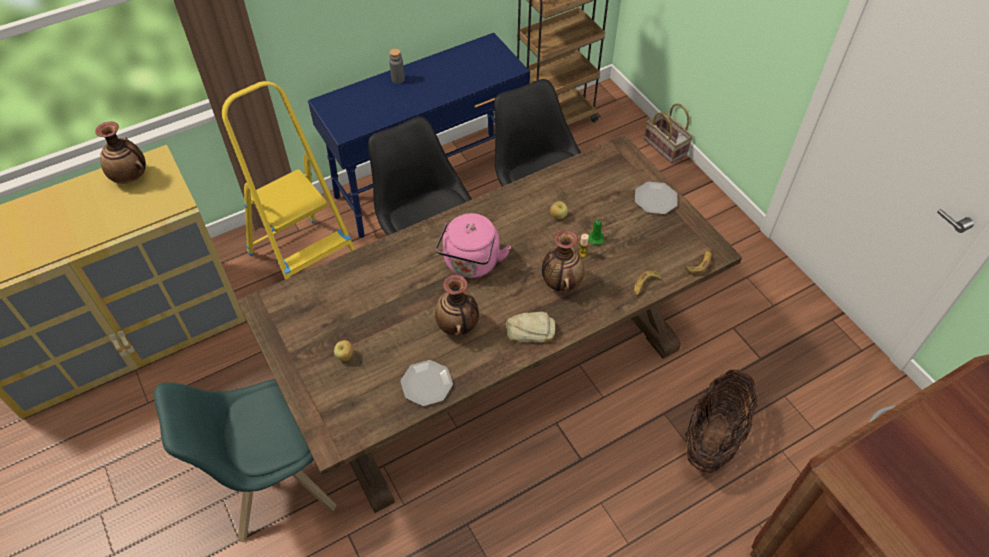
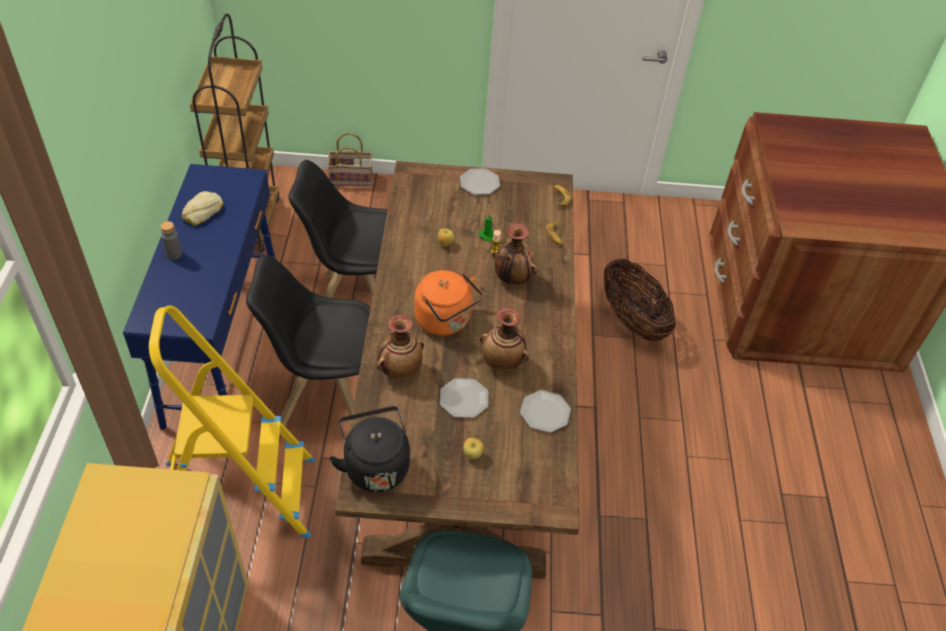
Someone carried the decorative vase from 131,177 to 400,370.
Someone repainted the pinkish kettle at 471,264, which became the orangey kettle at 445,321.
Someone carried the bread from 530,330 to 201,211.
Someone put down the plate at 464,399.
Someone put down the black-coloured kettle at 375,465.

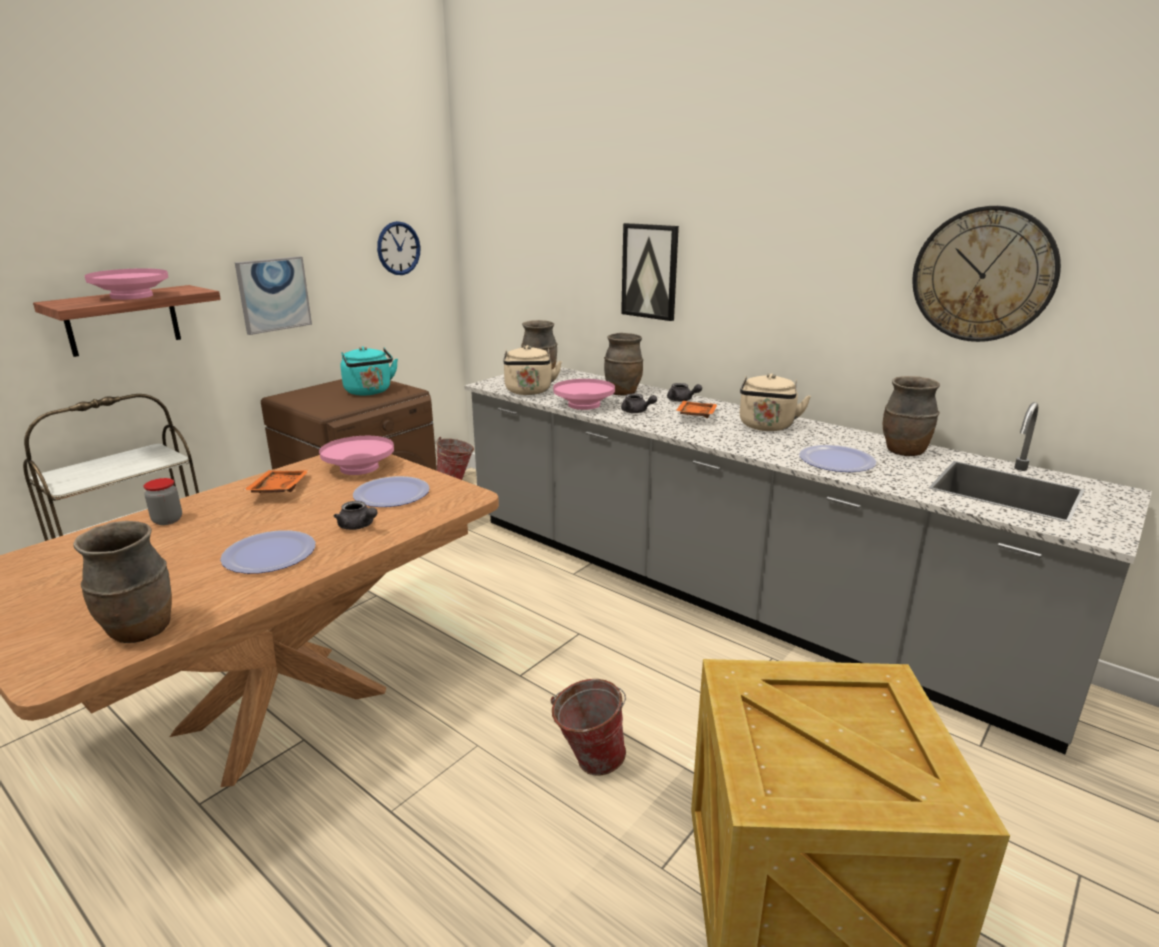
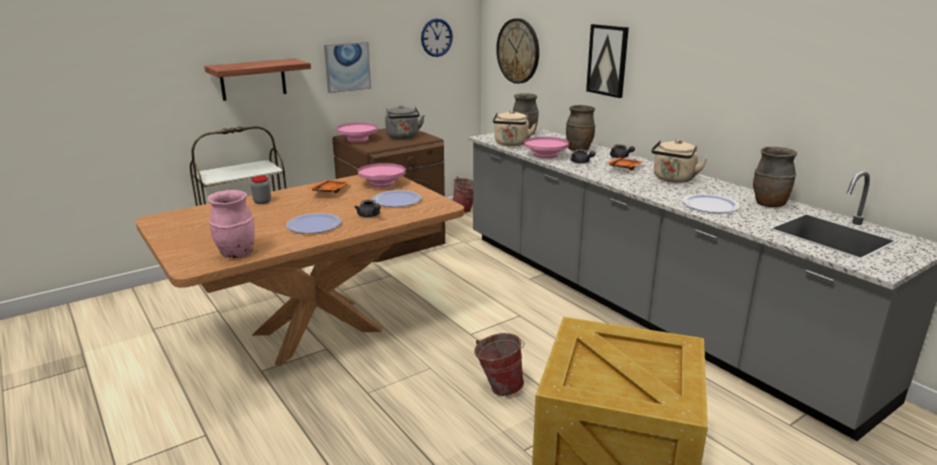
Someone carried the clock on the wall from 983,275 to 518,51.
Someone carried the pinkish serving bowl from 132,296 to 358,139.
Someone repainted the turquoise kettle at 369,392, which became the gray kettle at 403,137.
Someone repainted the brownish decorative vase at 141,631, which became the pinkish decorative vase at 237,254.

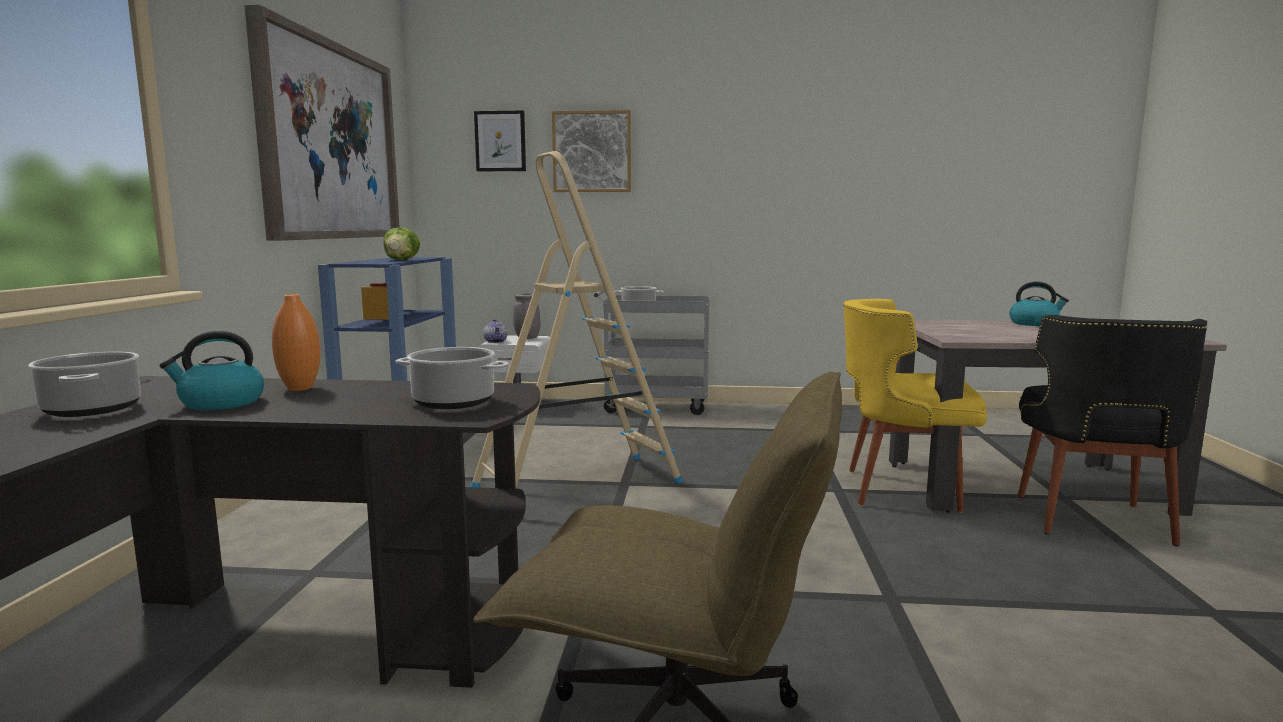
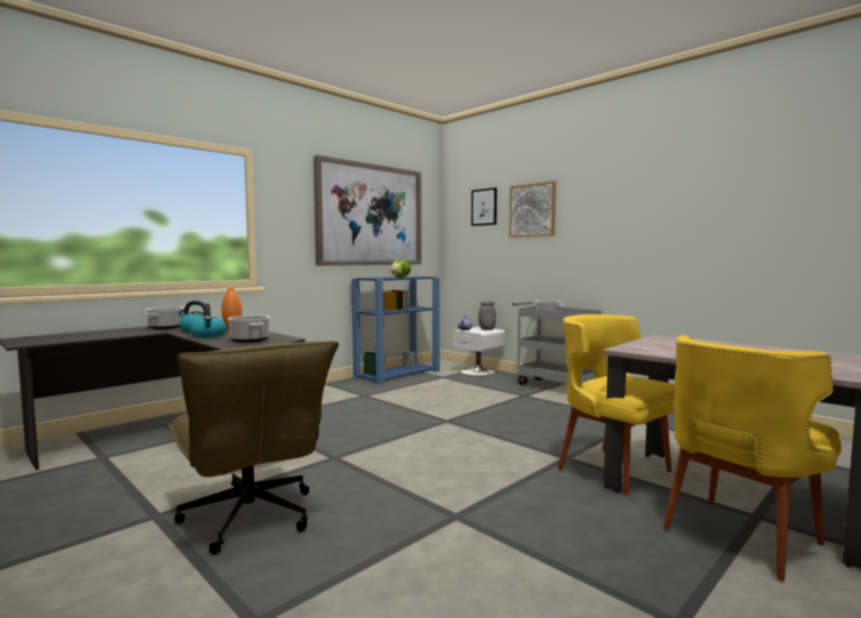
Someone took away the sand-coloured step stool at 578,484.
Someone carried the kettle from 1034,323 to 208,336.
Someone repainted the black-coloured upright chair at 1091,519, which became the yellow-coloured upright chair at 741,537.

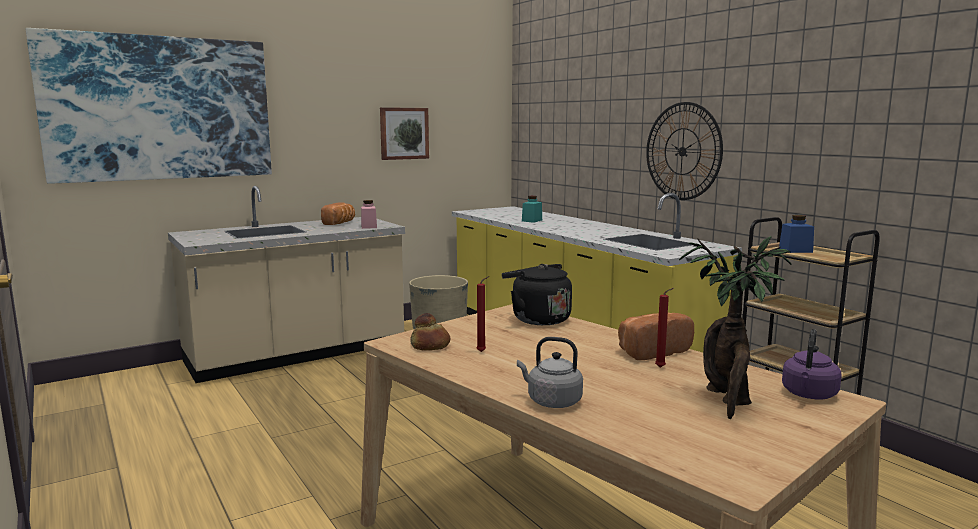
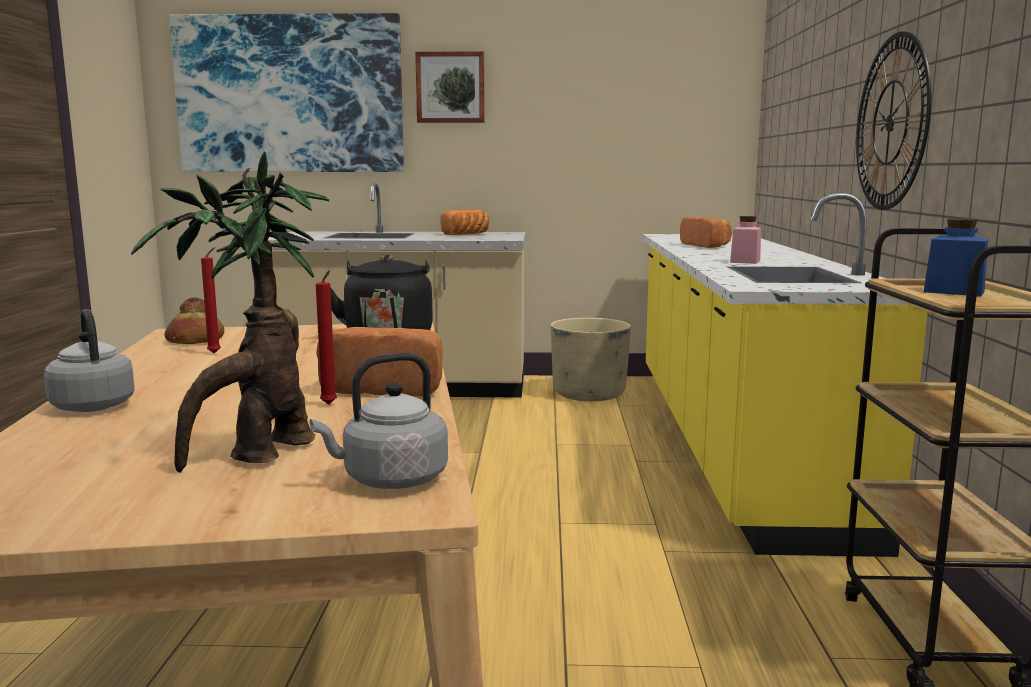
Someone carried the wall art from 404,133 to 450,87.
Someone swapped the turquoise preserve jar at 532,220 for the bread at 707,246.
Someone carried the pinkish preserve jar from 369,226 to 745,261.
Someone repainted the purple kettle at 808,395, which became the gray kettle at 390,480.

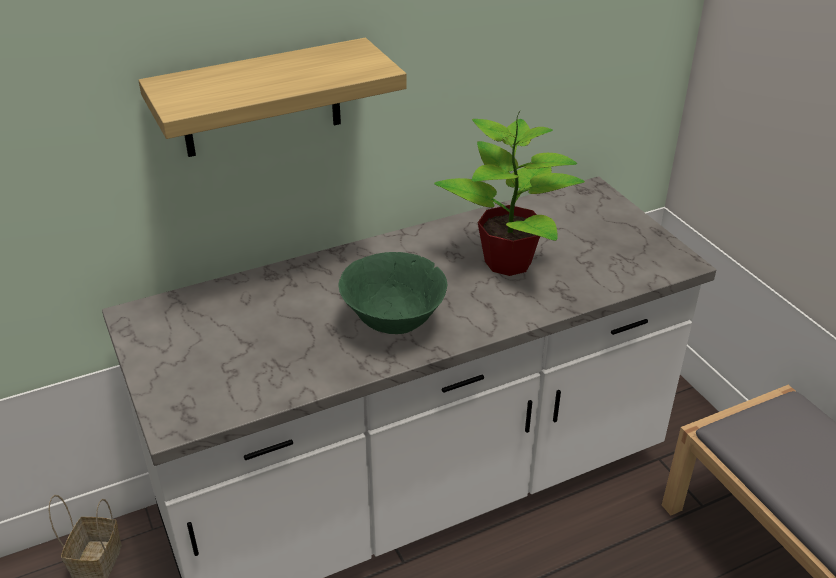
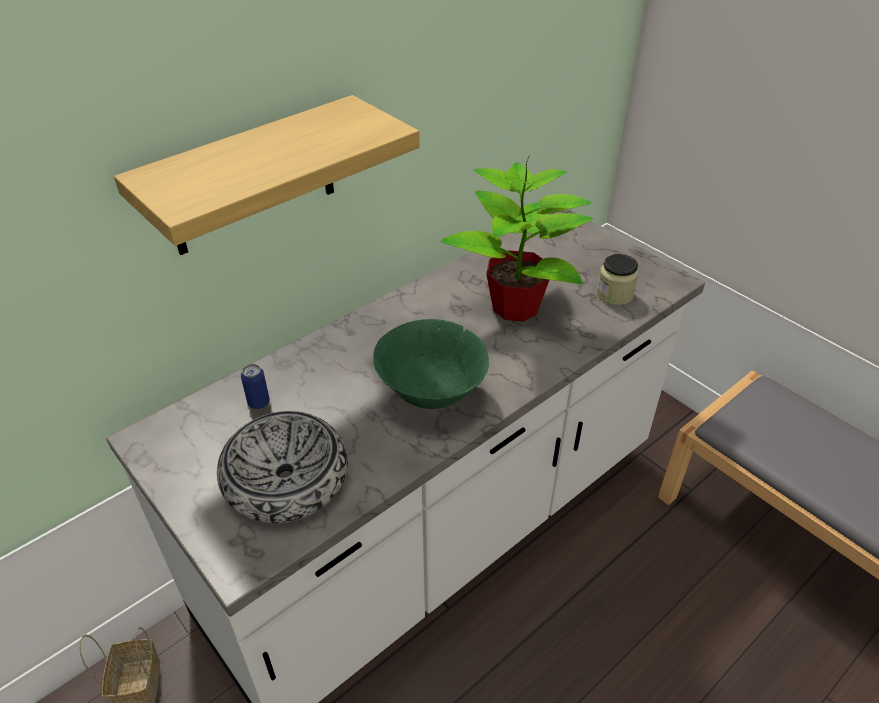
Someone put down the preserve jar at 614,294.
Someone put down the sealed can at 258,403.
Someone put down the serving bowl at 285,478.

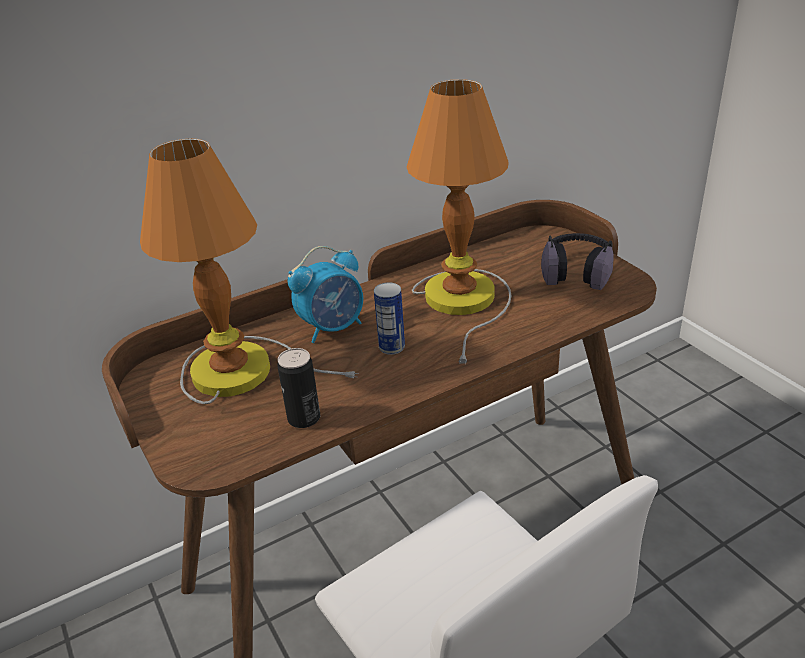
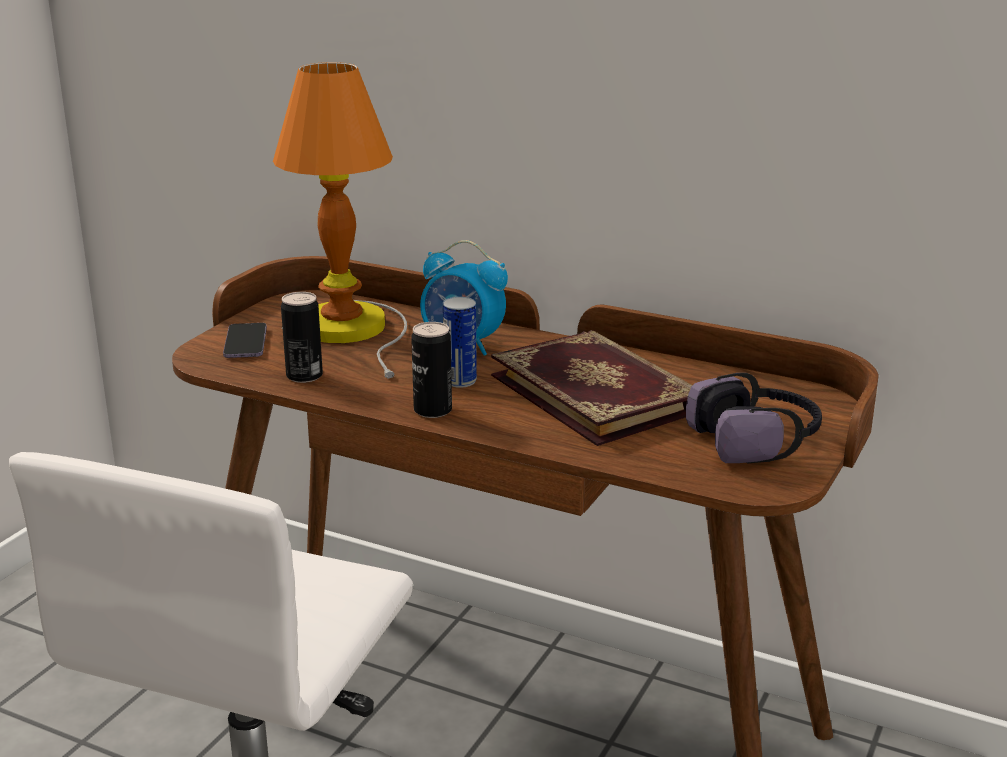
Someone swapped the table lamp at 464,300 for the book at 598,392.
Someone put down the sealed can at 433,410.
Someone put down the handset at 245,343.

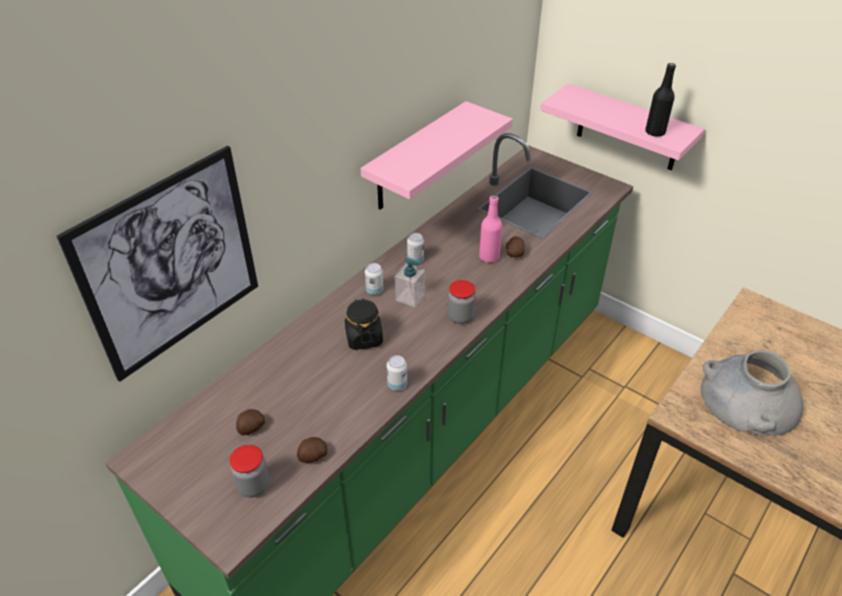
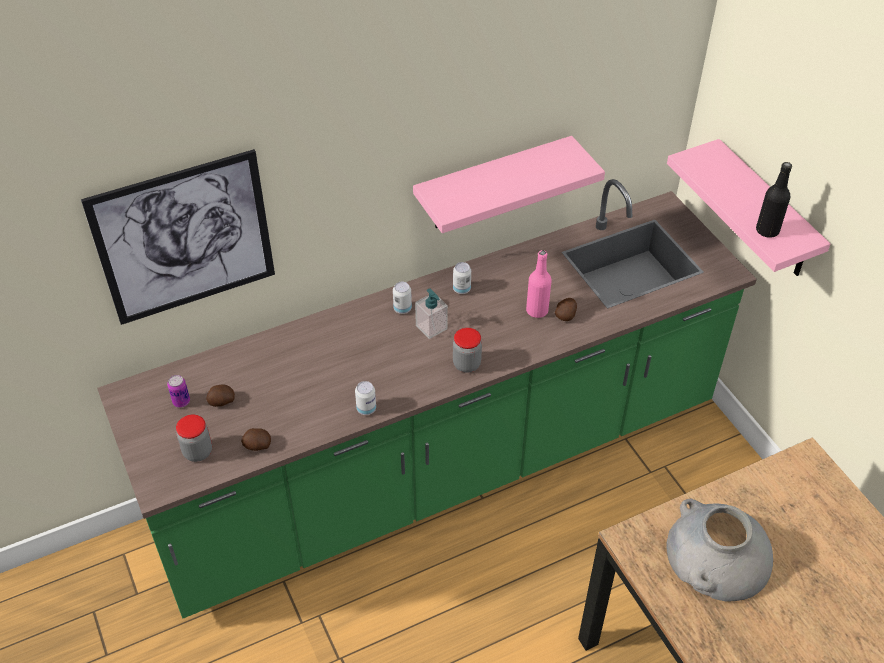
Someone took away the black-coloured preserve jar at 364,338.
Someone put down the sealed can at 181,401.

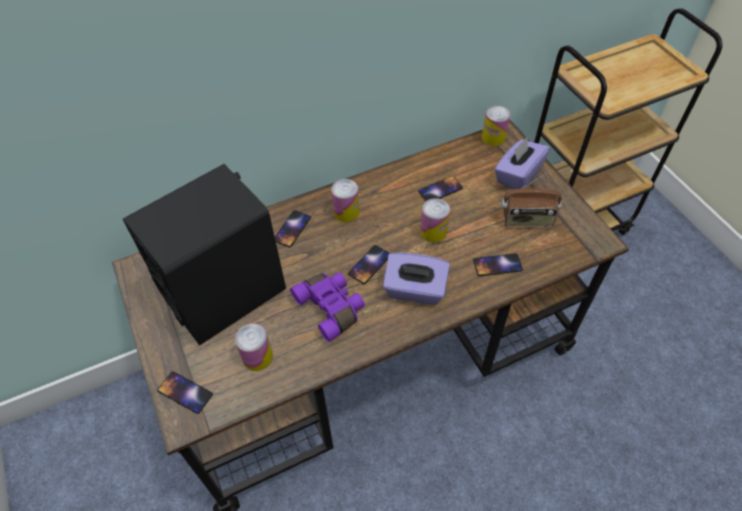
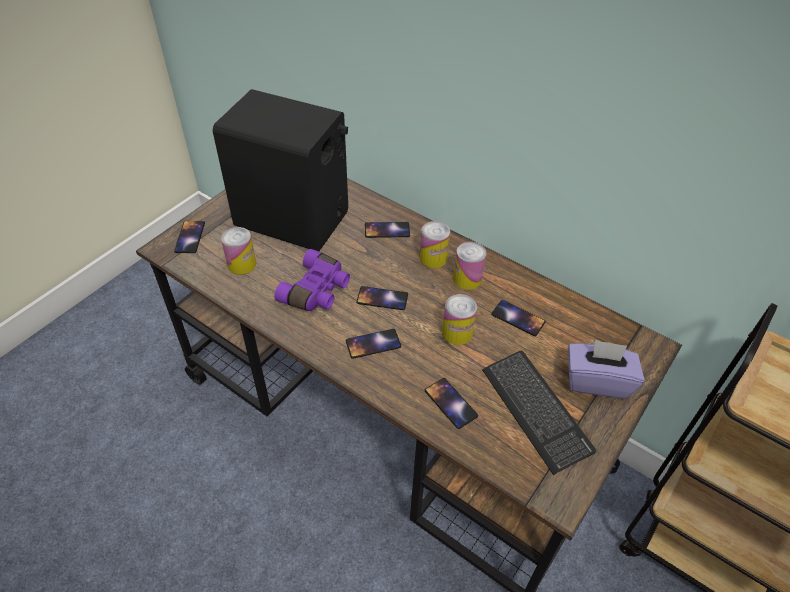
Someone carried the sealed can from 493,137 to 467,279.
Someone swapped the radio at 527,220 for the keyboard at 535,411.
Someone swapped the purple tissue holder at 415,290 for the handset at 373,344.

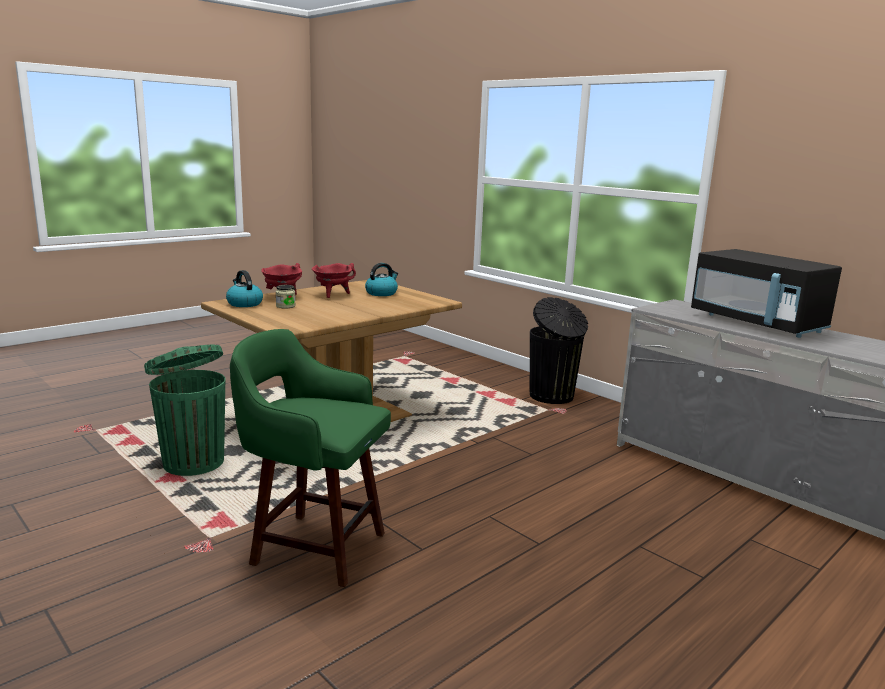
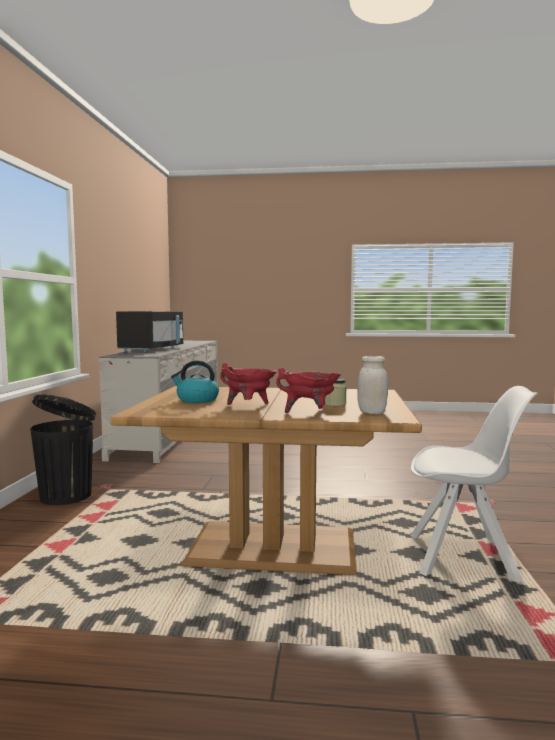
Someone swapped the kettle at 244,303 for the white-coloured preserve jar at 372,412.
Someone took away the greenish stool at 314,547.
Someone swapped the greenish trash can at 193,462 for the white-coloured upright chair at 463,557.

